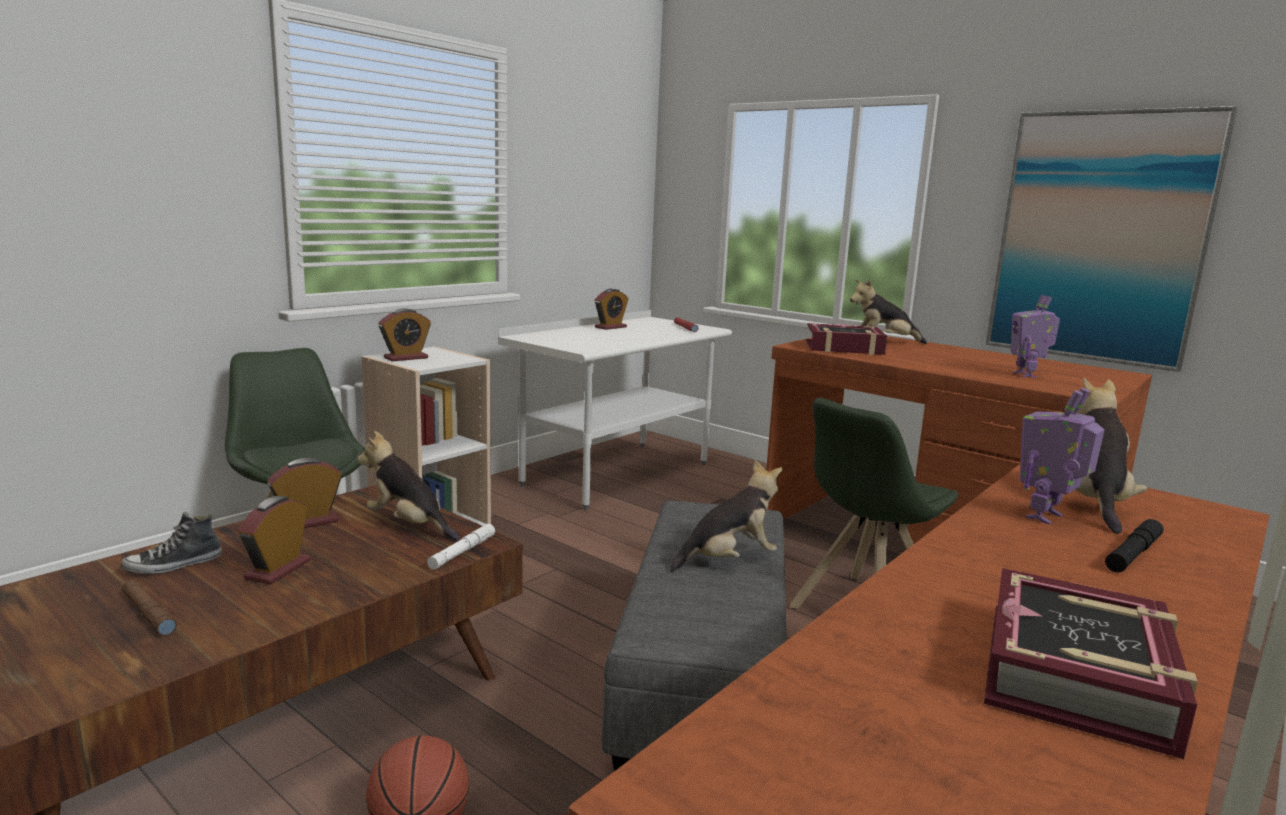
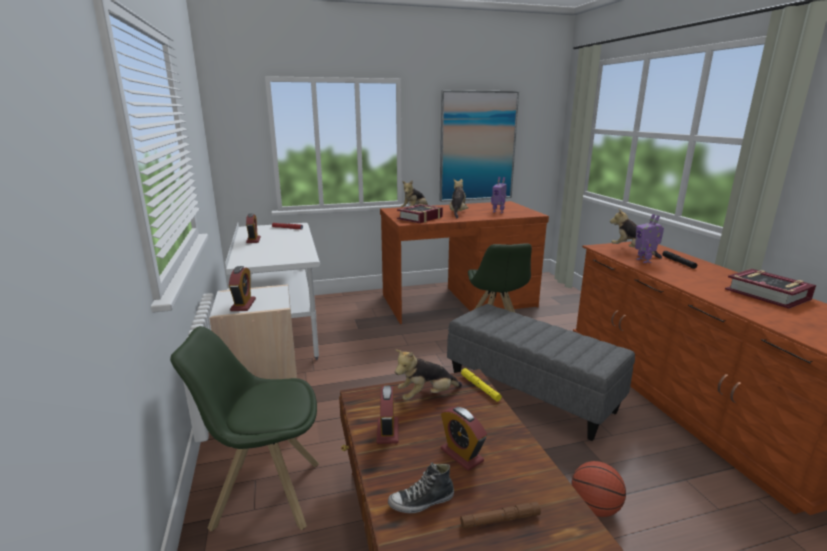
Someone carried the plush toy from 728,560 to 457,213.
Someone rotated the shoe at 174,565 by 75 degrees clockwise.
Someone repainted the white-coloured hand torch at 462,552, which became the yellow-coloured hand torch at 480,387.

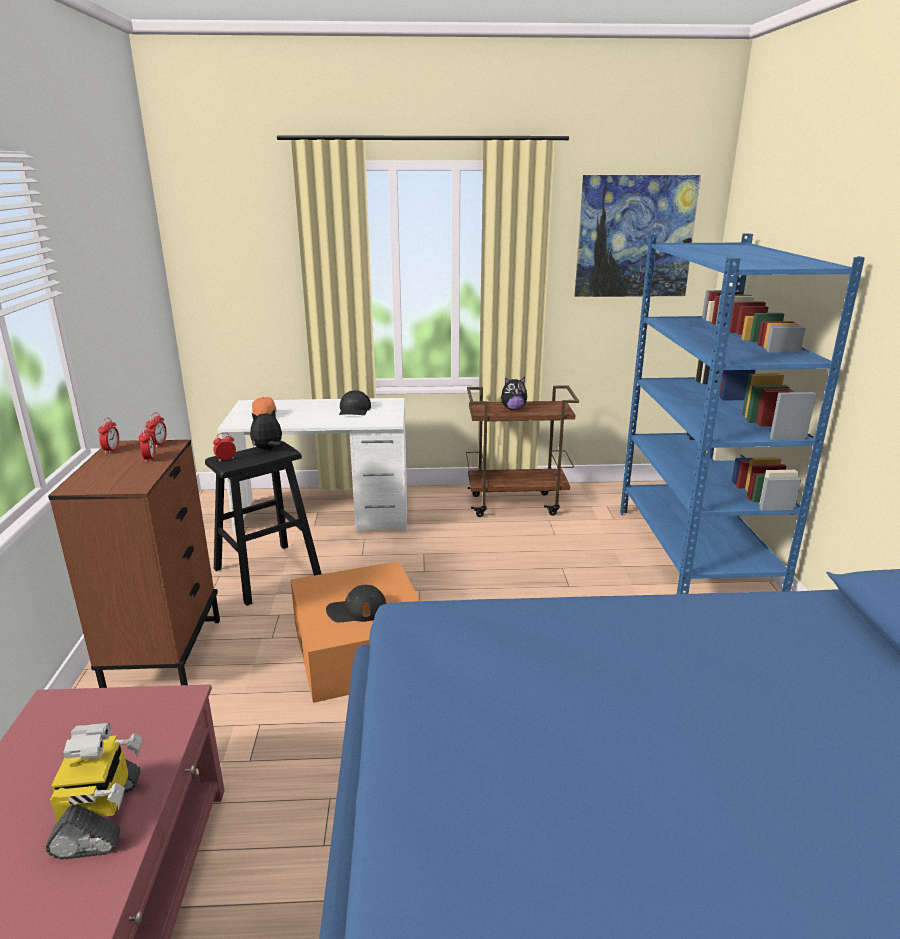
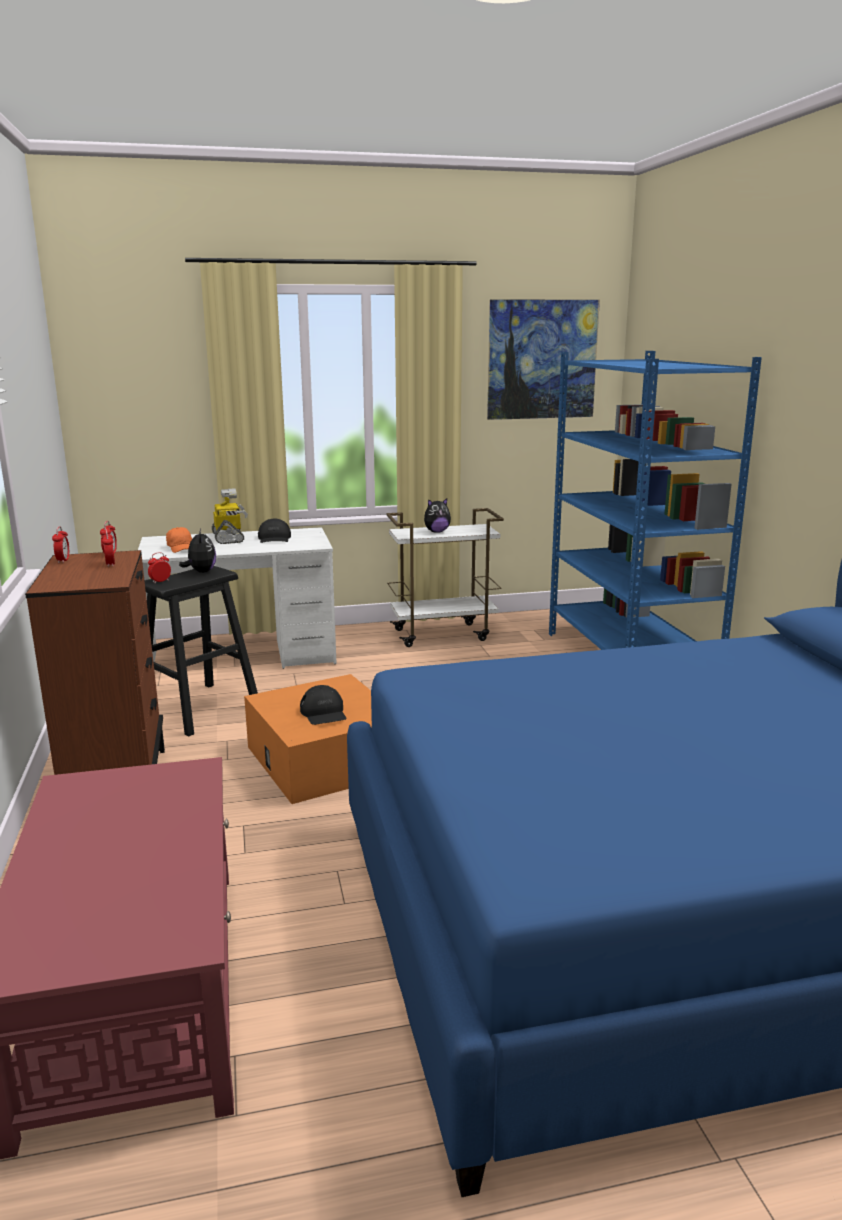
Someone repainted the brownish trolley at 517,505, which became the white-coloured trolley at 444,635.
Someone rotated the plush toy at 268,449 by 120 degrees clockwise.
Someone rotated the black-coloured peaked cap at 356,610 by 90 degrees counterclockwise.
Someone carried the toy robot from 101,816 to 229,538.

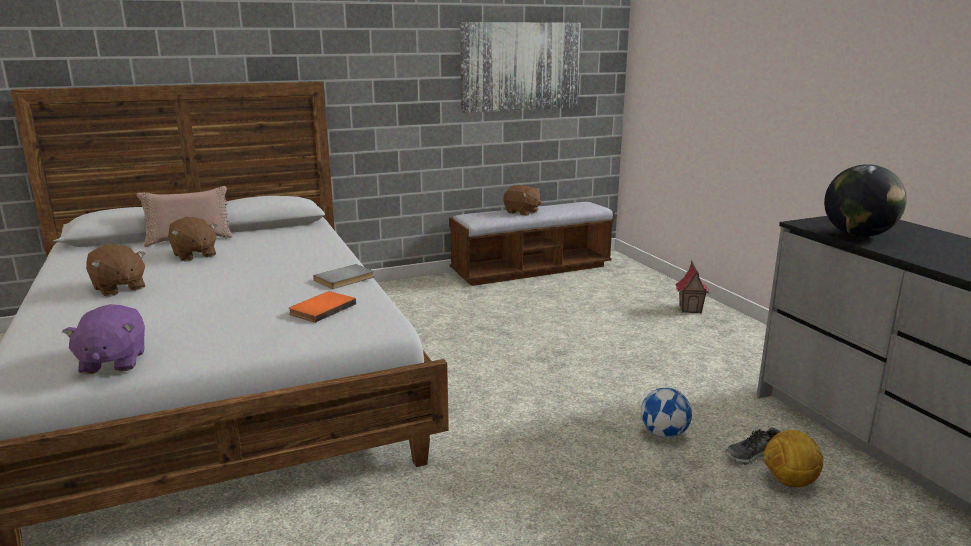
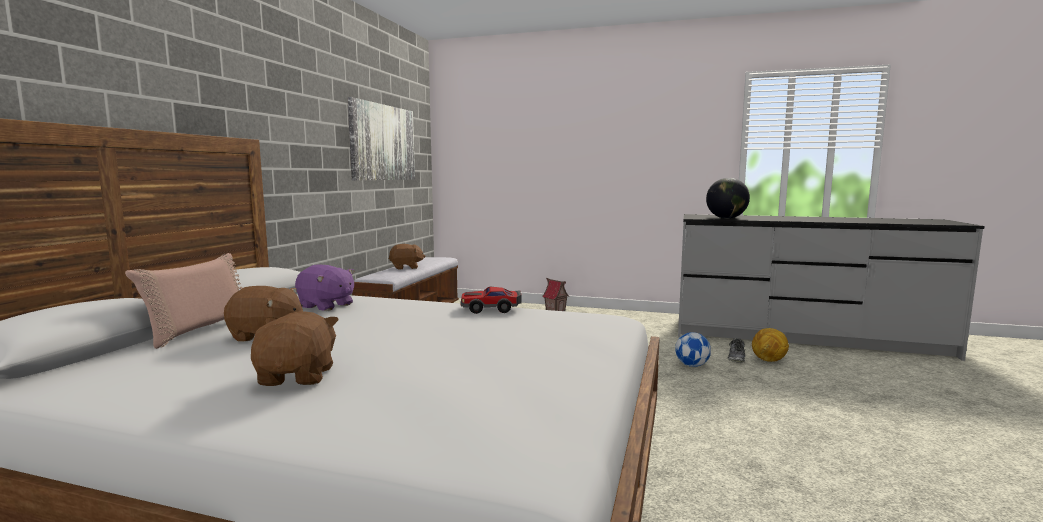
Someone rotated the brownish plush toy at 118,288 by 90 degrees counterclockwise.
Someone swapped the gray book at 345,279 for the toy car at 490,309.
Someone took away the orangey book at 321,309.
Someone carried the purple plush toy from 112,362 to 326,306.

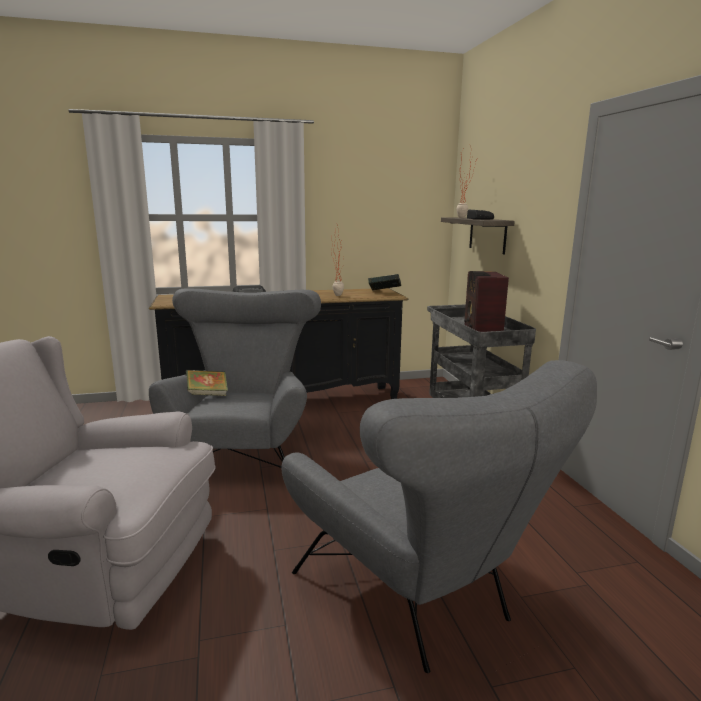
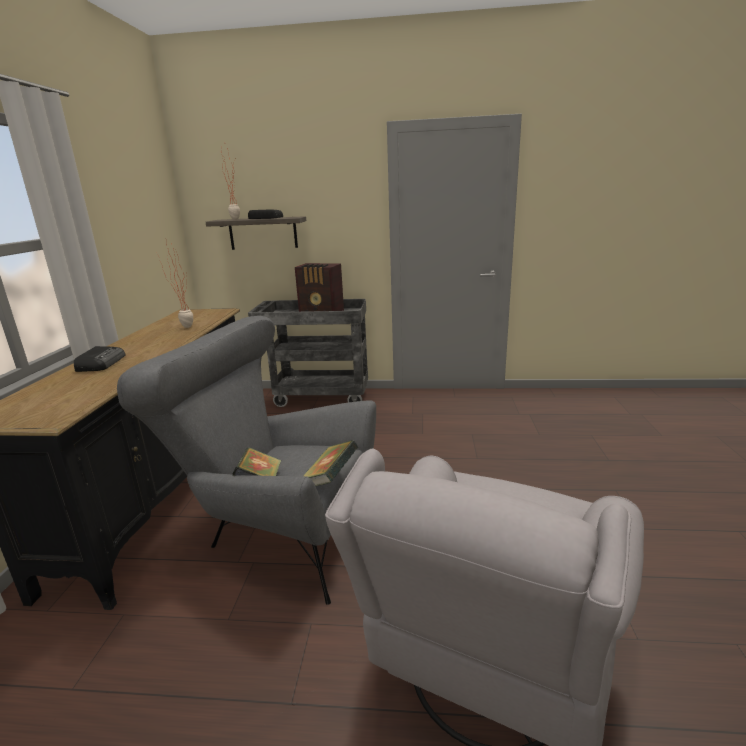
Someone carried the book from 384,292 to 330,479.
Someone took away the gray easy chair at 424,599.

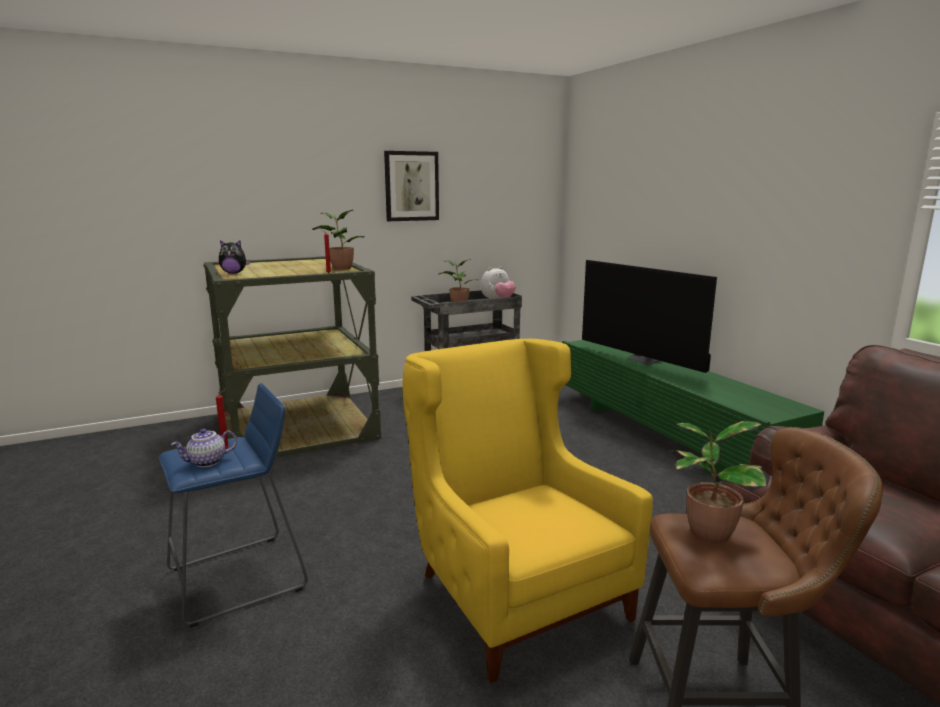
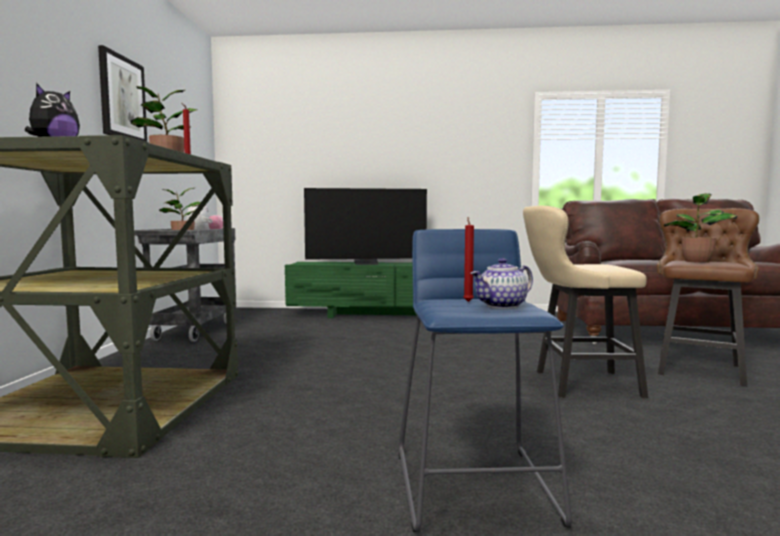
Someone swapped the yellow-coloured easy chair at 513,593 for the sand-coloured stool at 574,383.
Someone rotated the pot for tea at 207,462 by 60 degrees clockwise.

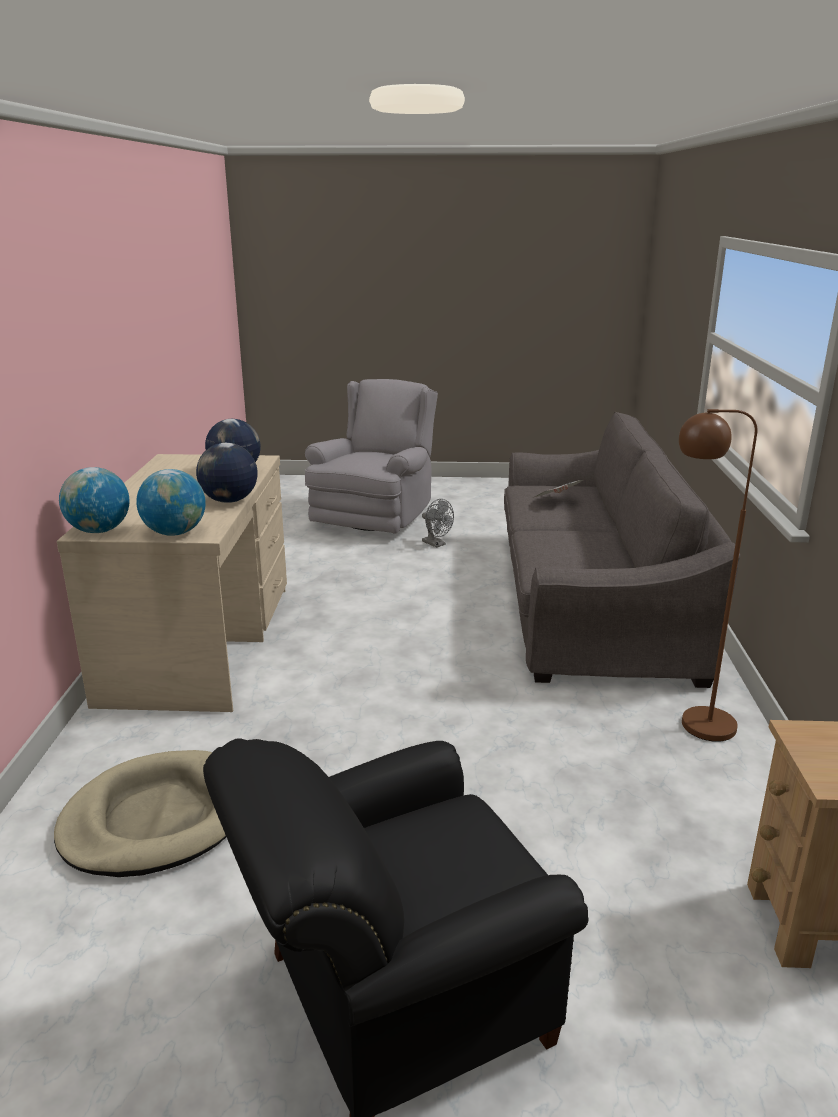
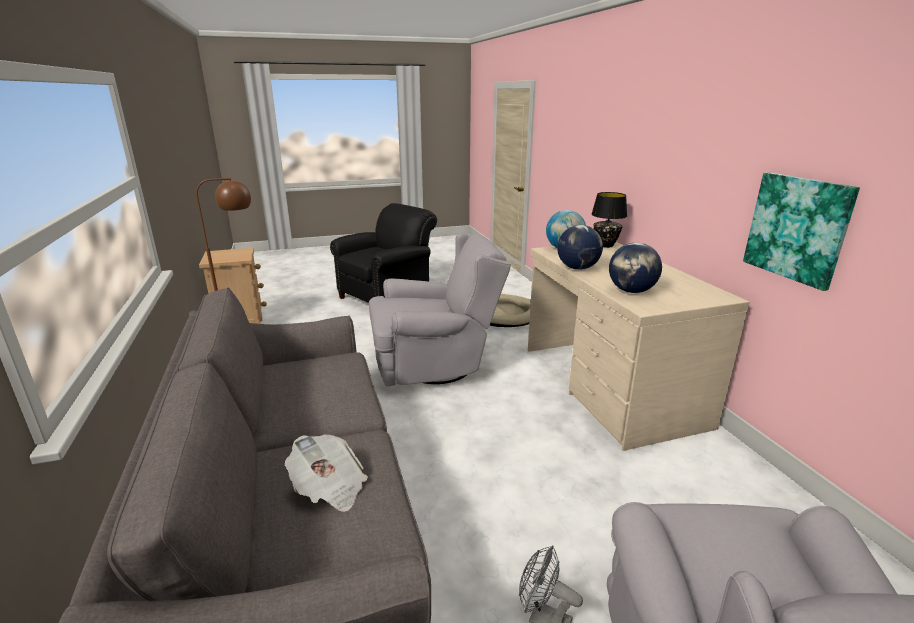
Someone swapped the desk globe at 99,531 for the black-coloured table lamp at 605,245.
Someone put up the wall art at 797,228.
Someone put down the gray easy chair at 434,366.

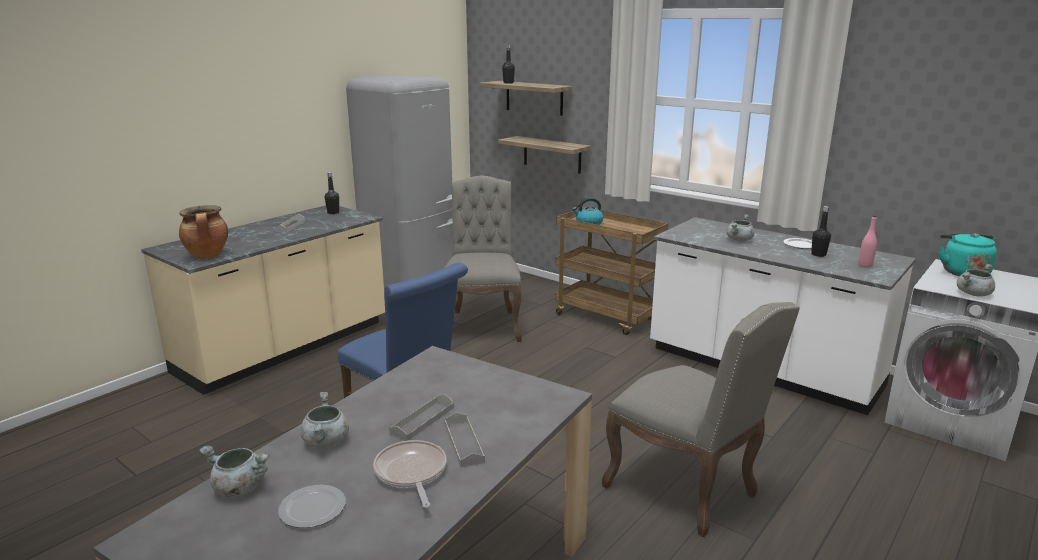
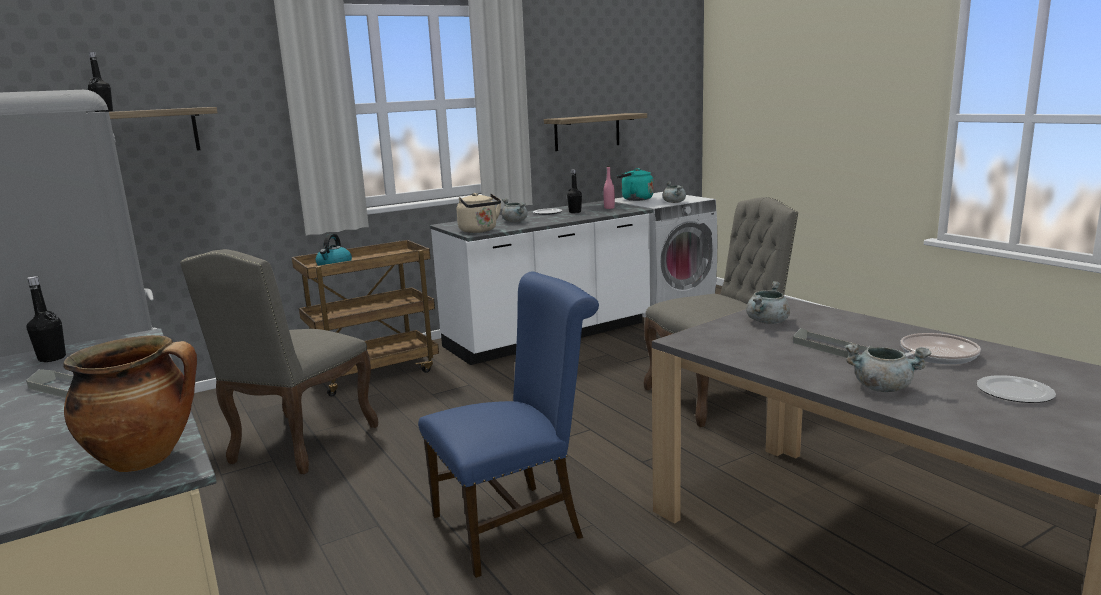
Someone carried the shelf from 552,154 to 587,132.
Someone rotated the gray upright chair at 483,325 by 90 degrees counterclockwise.
Someone took away the gray tray at 464,443.
Someone rotated the pan at 411,473 by 150 degrees clockwise.
Someone carried the gray cooking pot from 238,488 to 767,322.
Someone put down the sand-coloured kettle at 479,231.

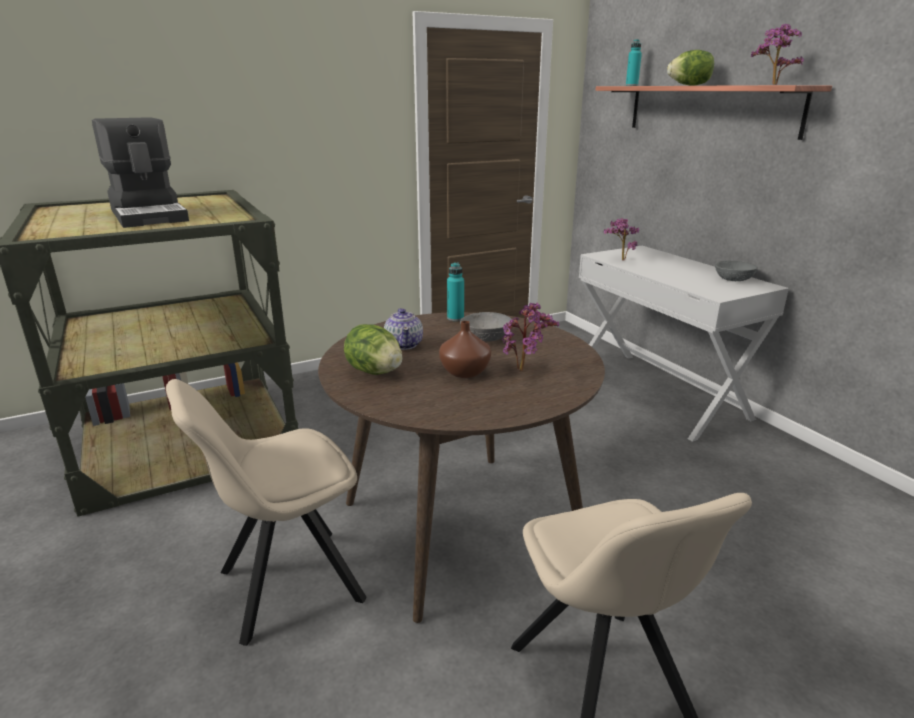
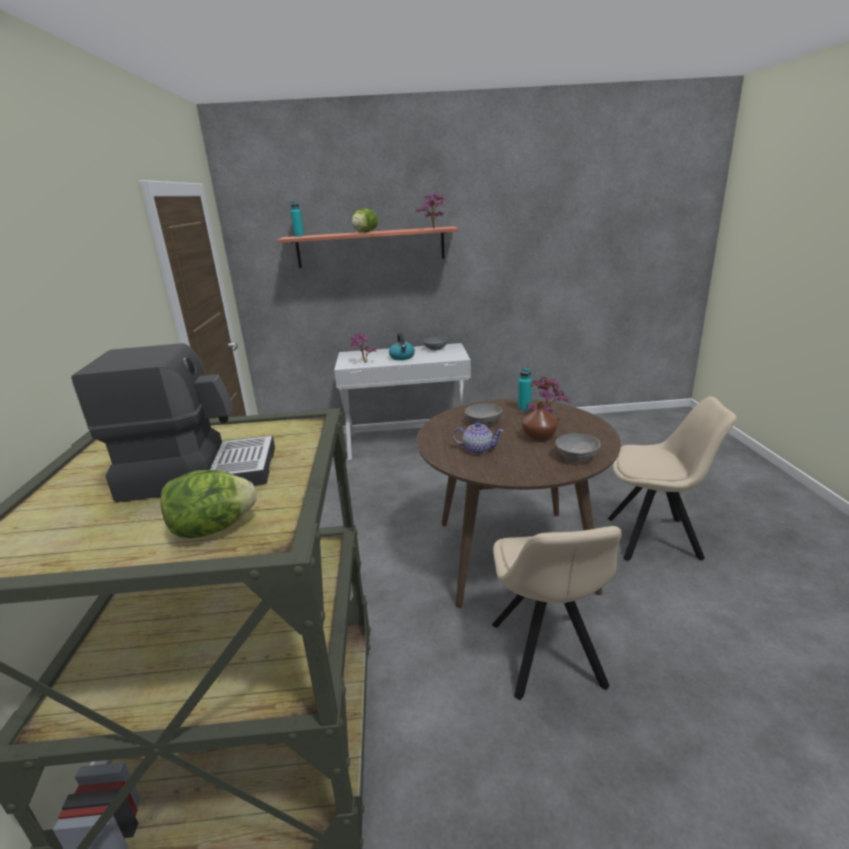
Someone carried the turquoise bottle from 455,318 to 524,408.
Someone carried the head of lettuce from 375,372 to 213,529.
Someone put down the kettle at 402,357.
Someone put down the gray serving bowl at 577,456.

